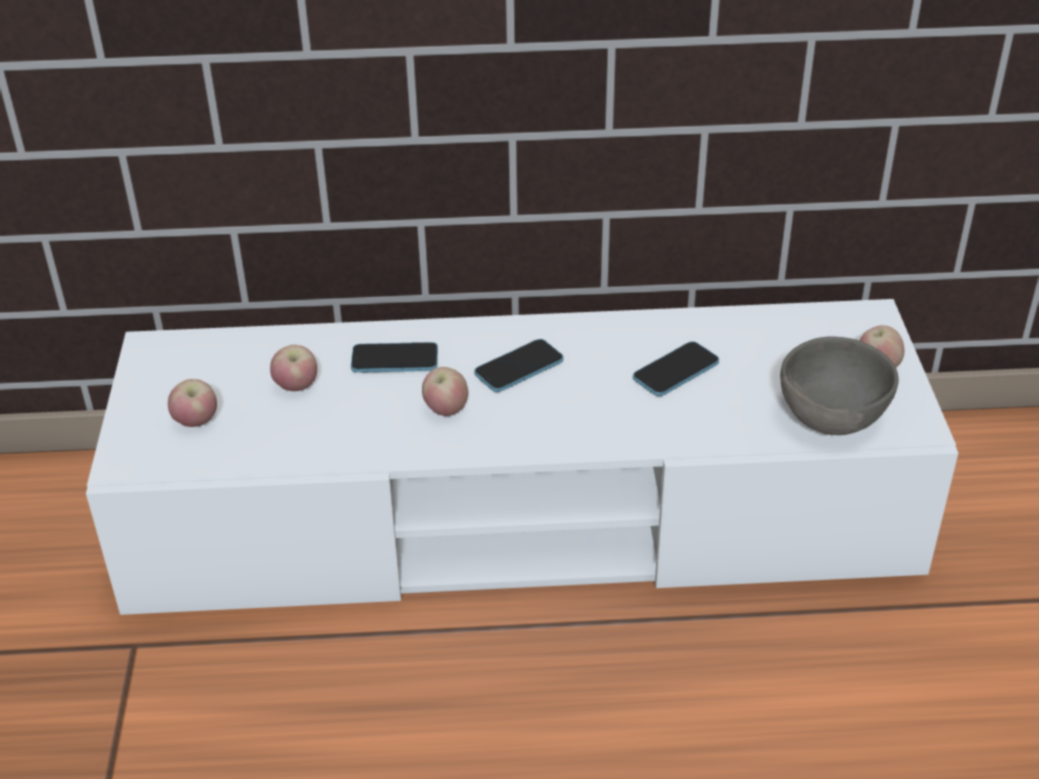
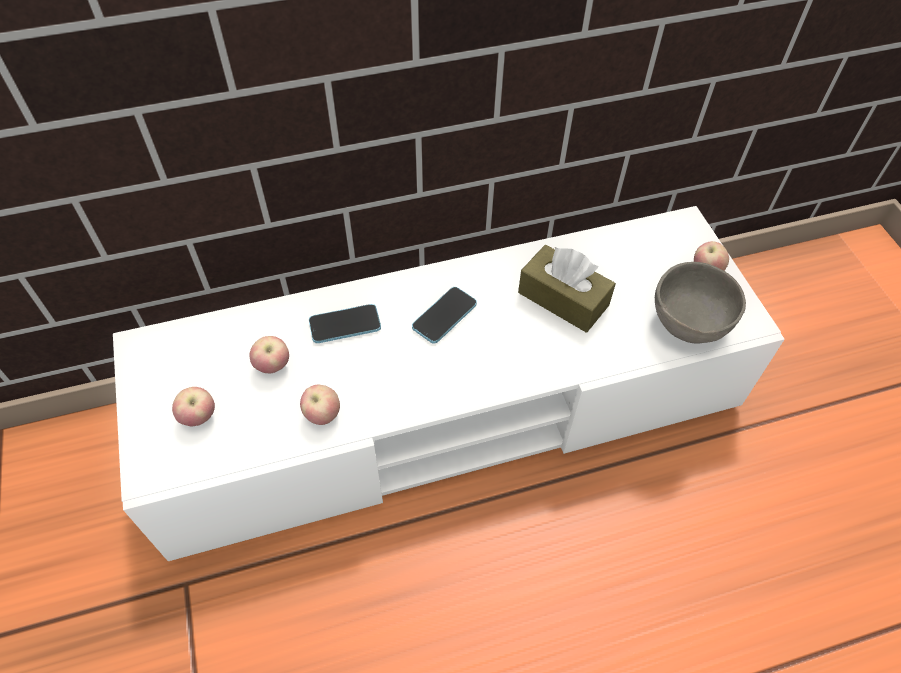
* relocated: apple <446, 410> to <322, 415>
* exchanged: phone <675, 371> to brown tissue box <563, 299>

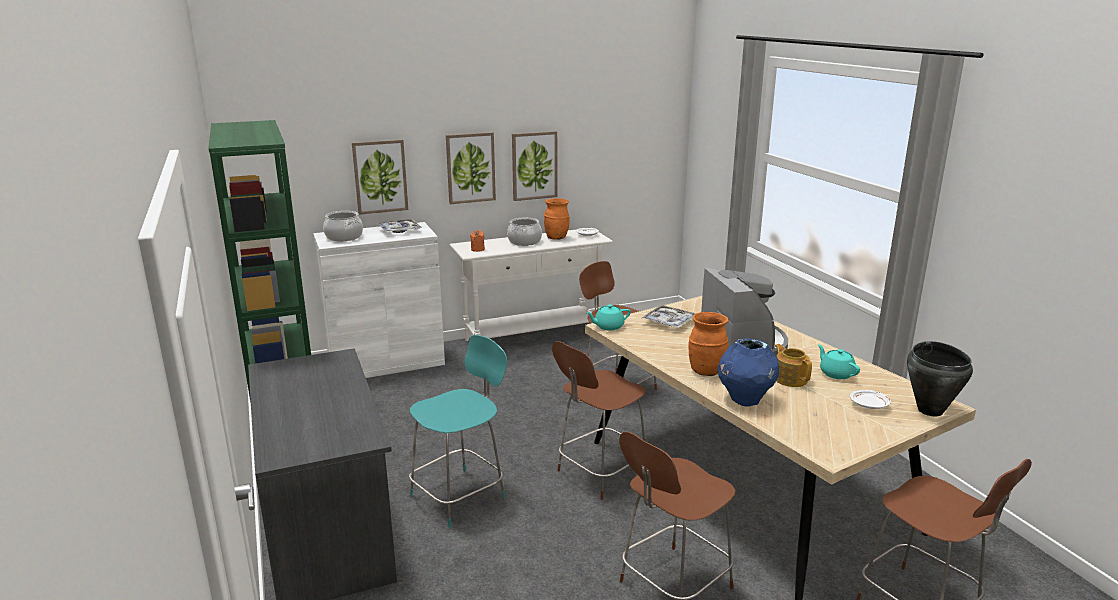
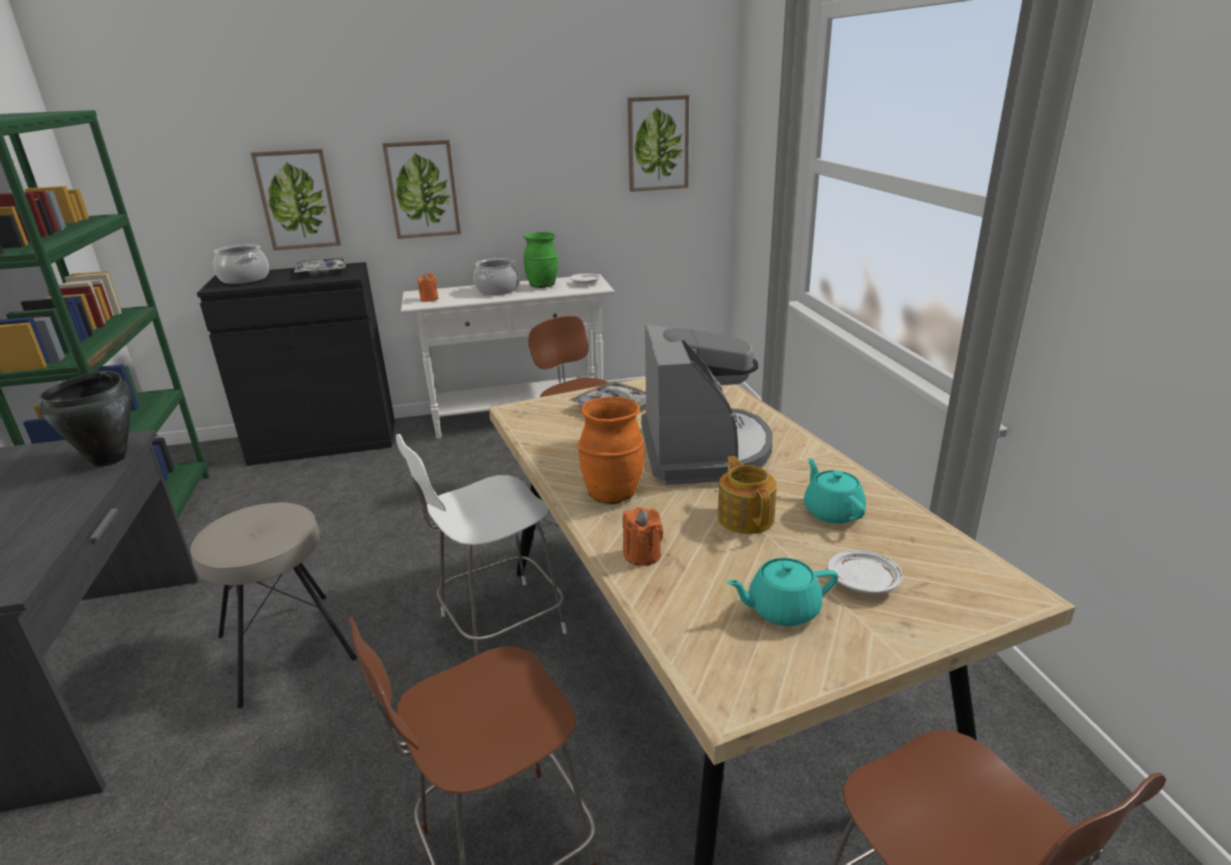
* colour: white cabinet <386, 362> to black cabinet <324, 441>
* exchanged: turquoise chair <460, 495> to beige stool <287, 646>
* relocated: picture <534, 165> to <658, 143>
* colour: orange vase <556, 238> to green vase <543, 286>
* colour: brown chair <600, 473> to white chair <498, 625>
* relocated: turquoise teapot <608, 326> to <781, 609>
* exchanged: blue vase <744, 400> to orange candle <642, 555>
* relocated: black cooking pot <930, 410> to <110, 459>

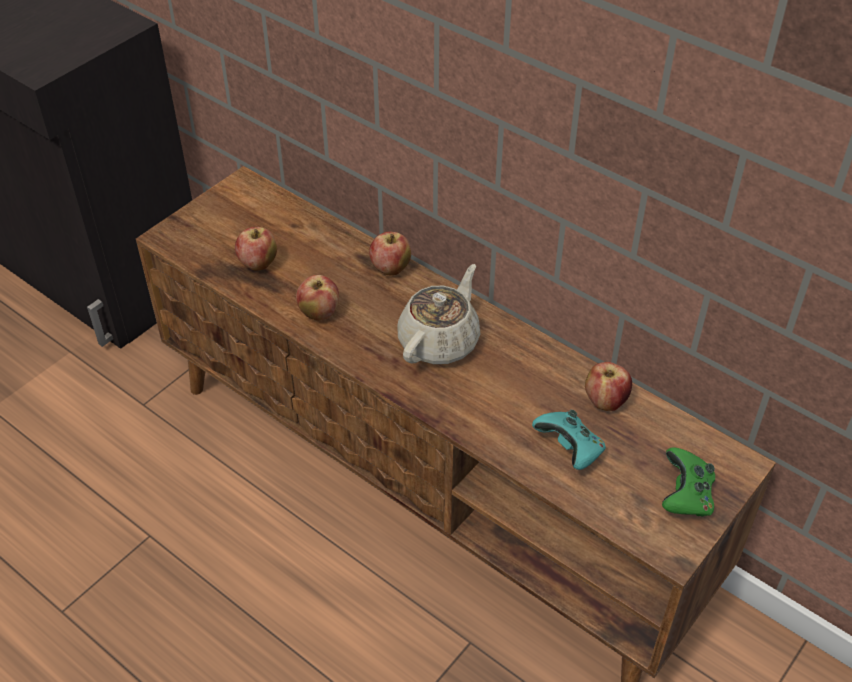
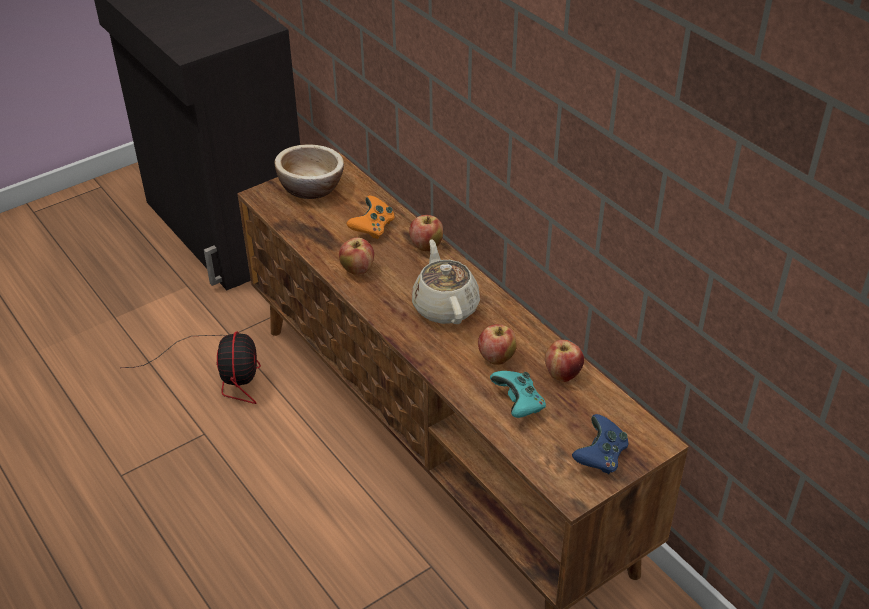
* relocated: apple <258, 264> to <496, 358>
* spun: beige teapot <440, 341> = <445, 306> 60 degrees counterclockwise
* colour: green game controller <685, 497> to blue game controller <600, 457>
* appeared: fan <222, 373>
* appeared: bowl <311, 187>
* appeared: orange game controller <372, 228>

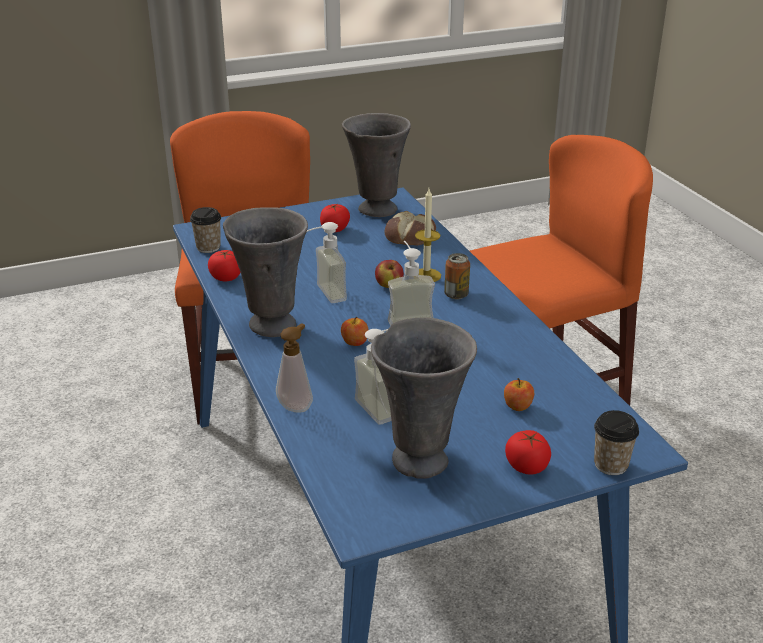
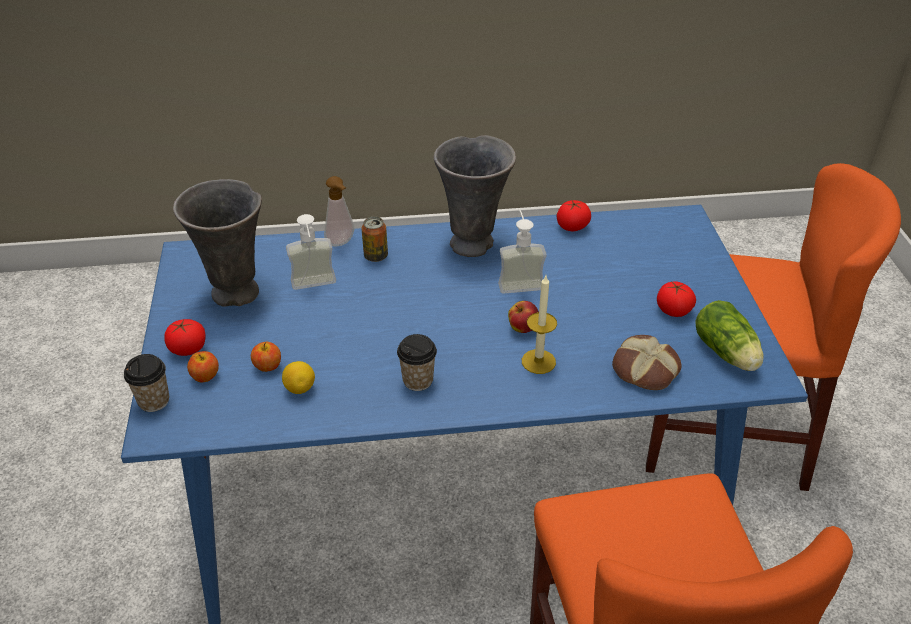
* relocated: cup <208, 247> to <418, 380>
* relocated: apple <354, 342> to <205, 376>
* exchanged: grey vase <376, 210> to lettuce <727, 354>
* missing: soap dispenser <408, 317>
* relocated: can <456, 295> to <375, 256>
* appeared: lemon <300, 388>

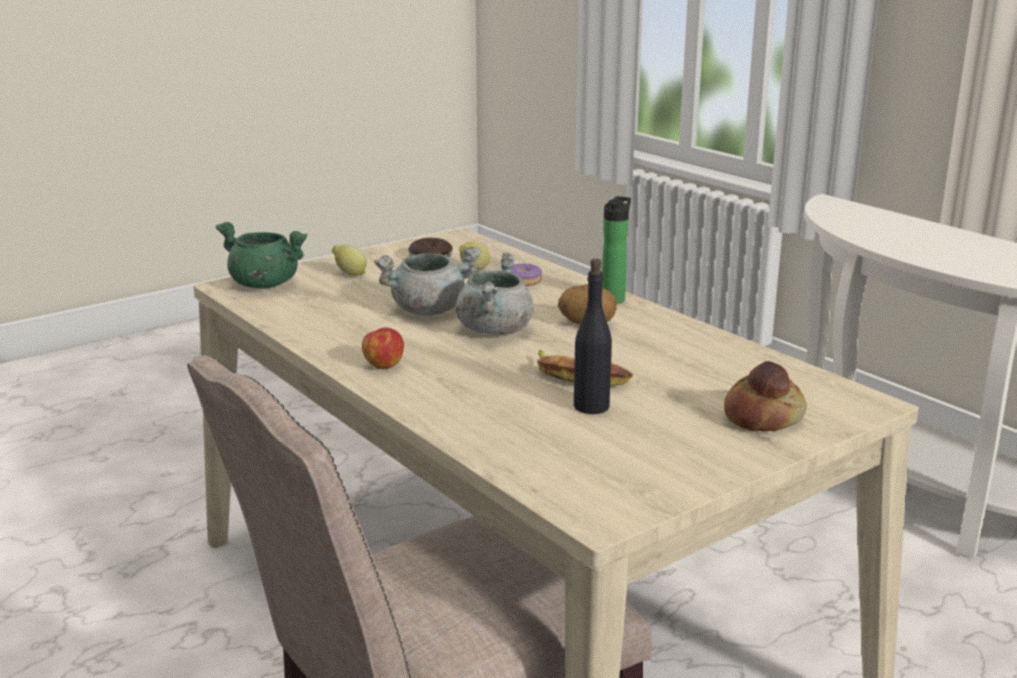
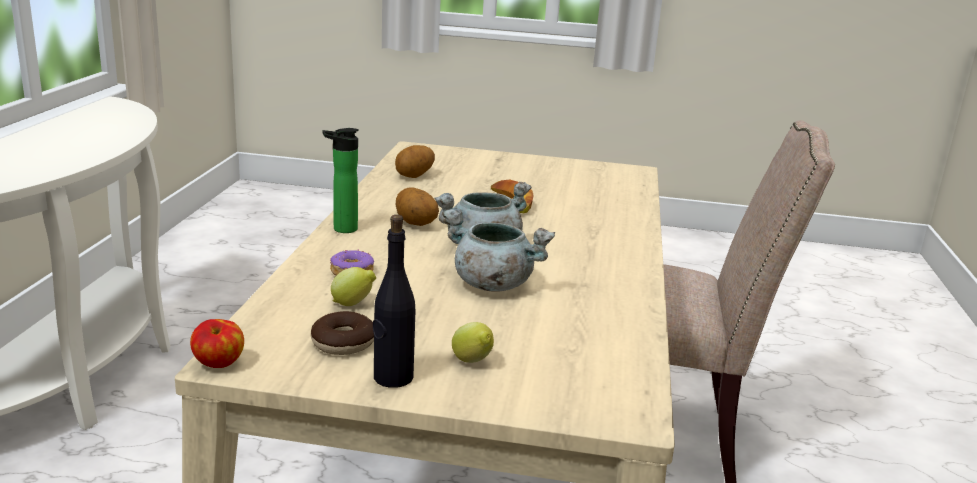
* missing: green cooking pot <263, 284>
* relocated: apple <383, 365> to <218, 364>
* relocated: black bottle <591, 406> to <392, 378>
* missing: bread <764, 417>
* appeared: potato <415, 176>

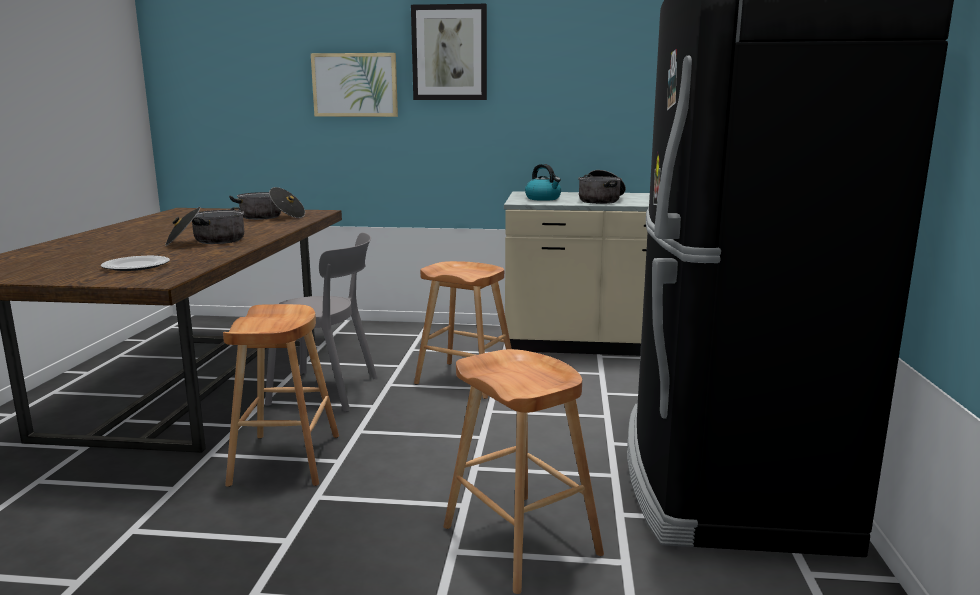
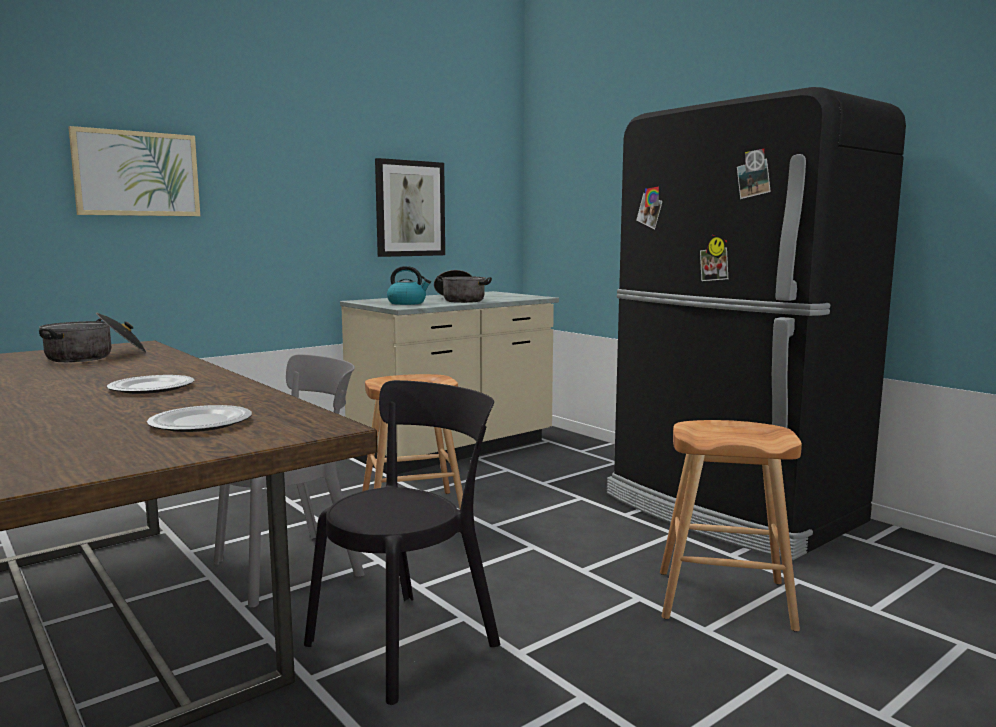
* exchanged: cooking pot <207, 241> to plate <153, 388>
* exchanged: brown stool <286, 459> to black chair <409, 641>
* relocated: picture <449, 53> to <409, 208>

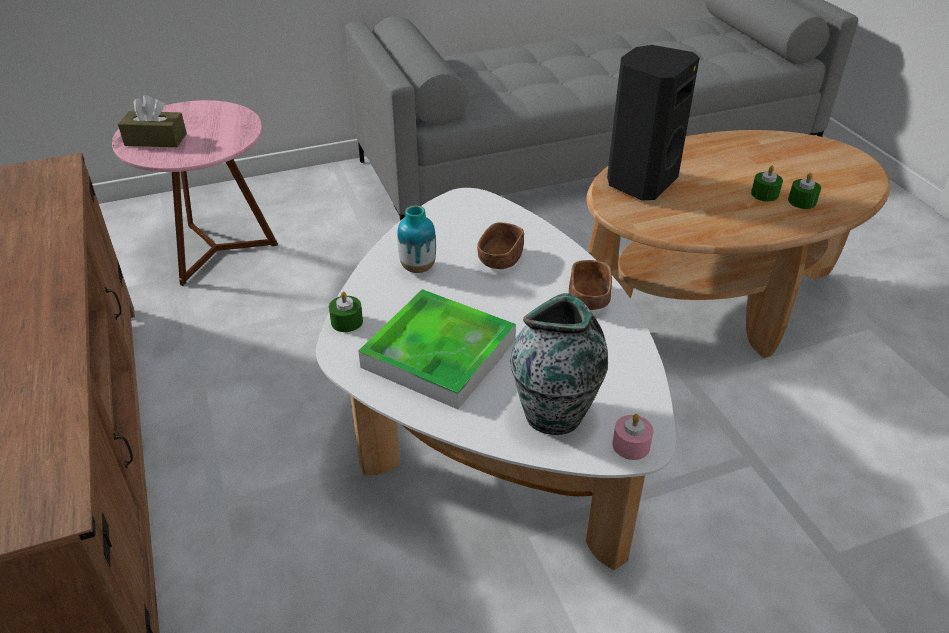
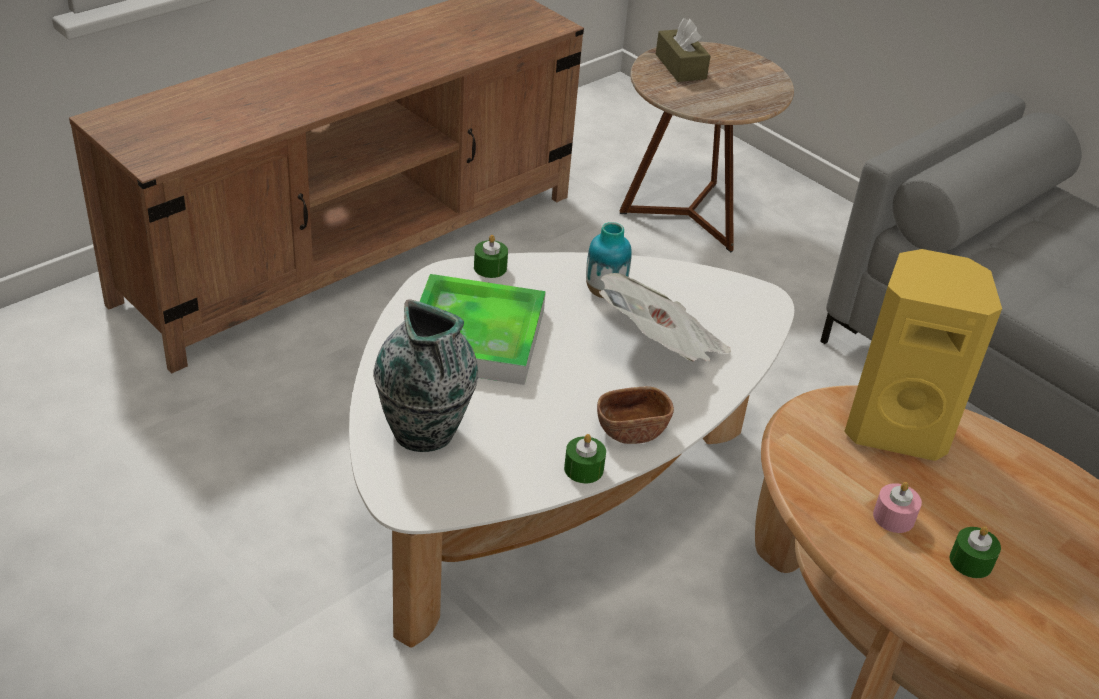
* colour: pink side table <216, 250> to brown side table <689, 215>
* exchanged: brown bowl <500, 259> to newspaper <661, 348>
* colour: black speaker <639, 182> to yellow speaker <896, 427>
* relocated: pink candle <631, 445> to <893, 517>
* relocated: green candle <802, 201> to <583, 469>

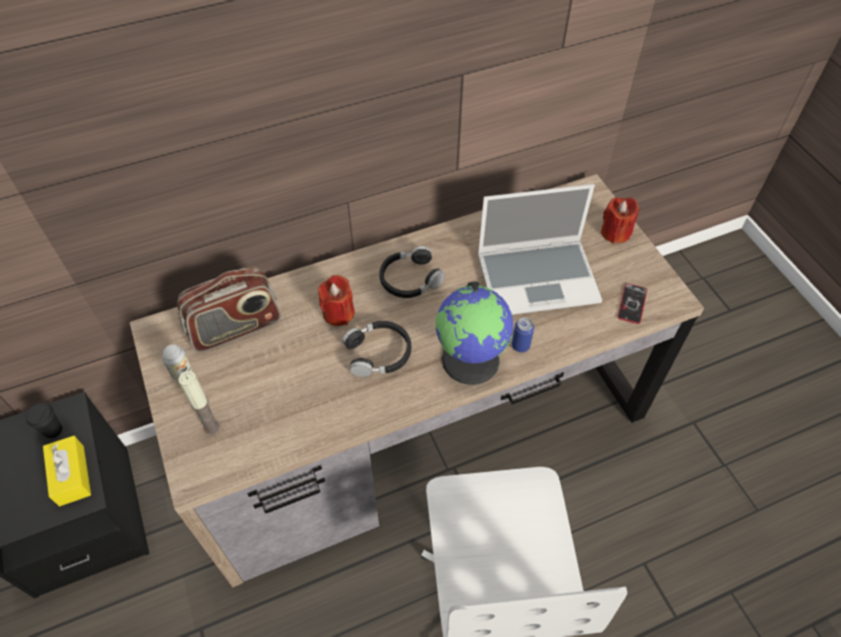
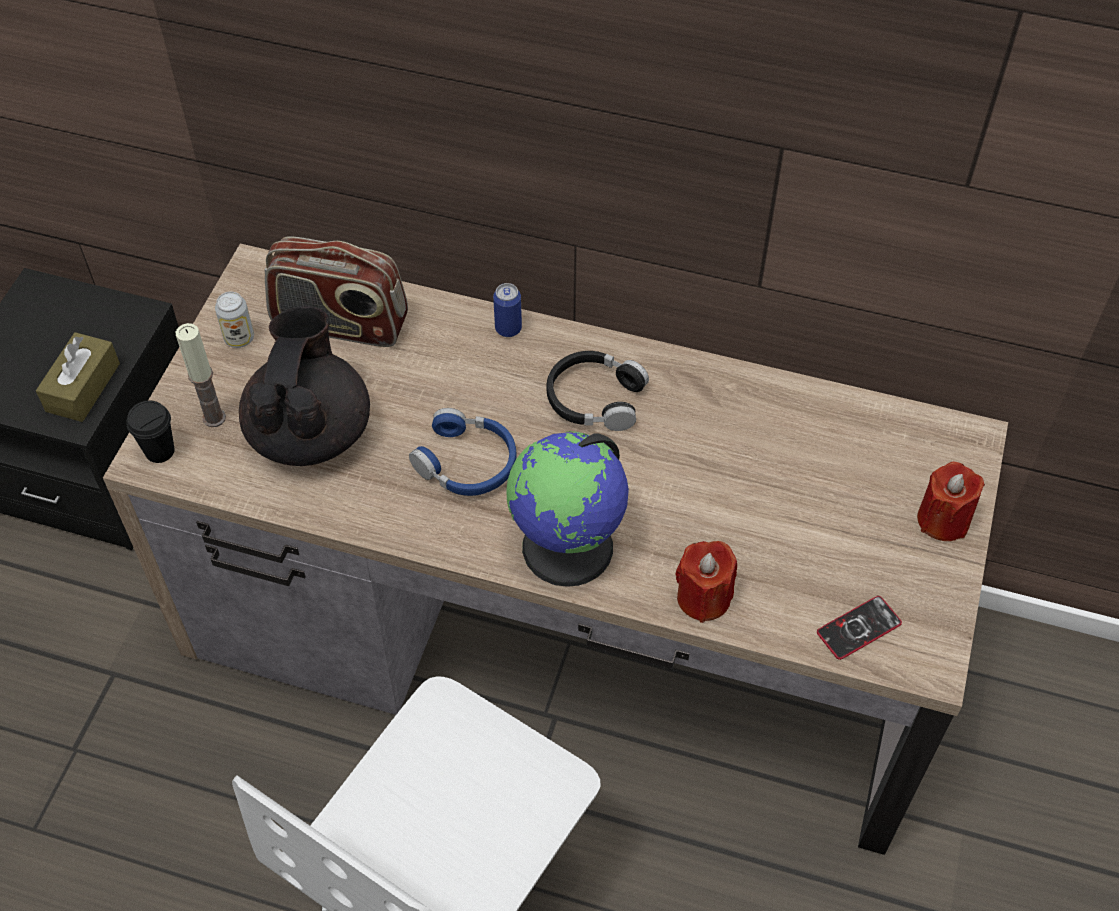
* relocated: black cup <53, 430> to <160, 451>
* colour: yellow tissue box <71, 475> to brown tissue box <83, 387>
* relocated: red candle <338, 313> to <703, 597>
* colour: black headphones <378, 353> to blue headphones <467, 463>
* missing: laptop <538, 277>
* relocated: can <520, 346> to <508, 328>
* appeared: black teapot <310, 431>

